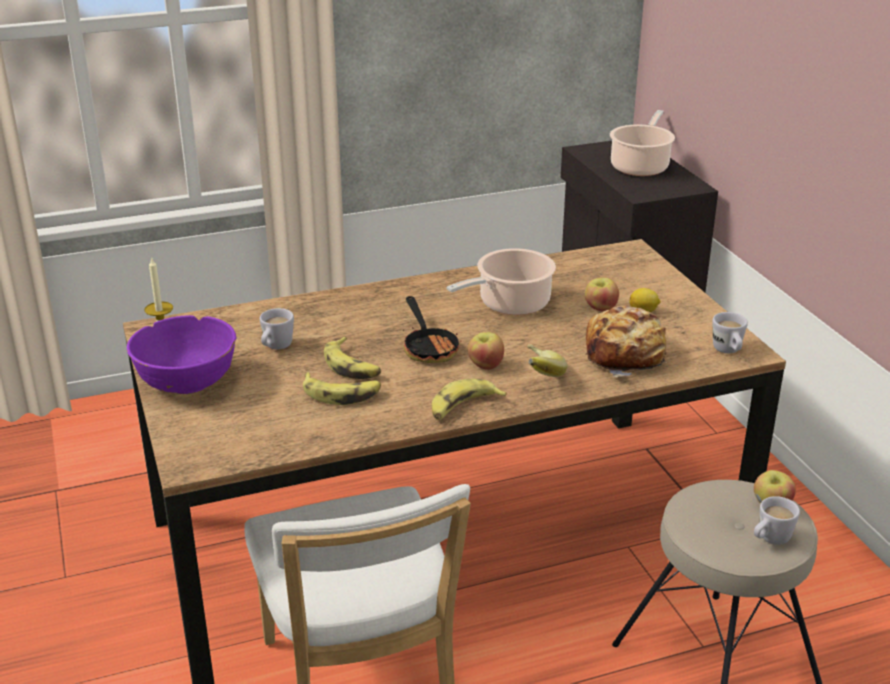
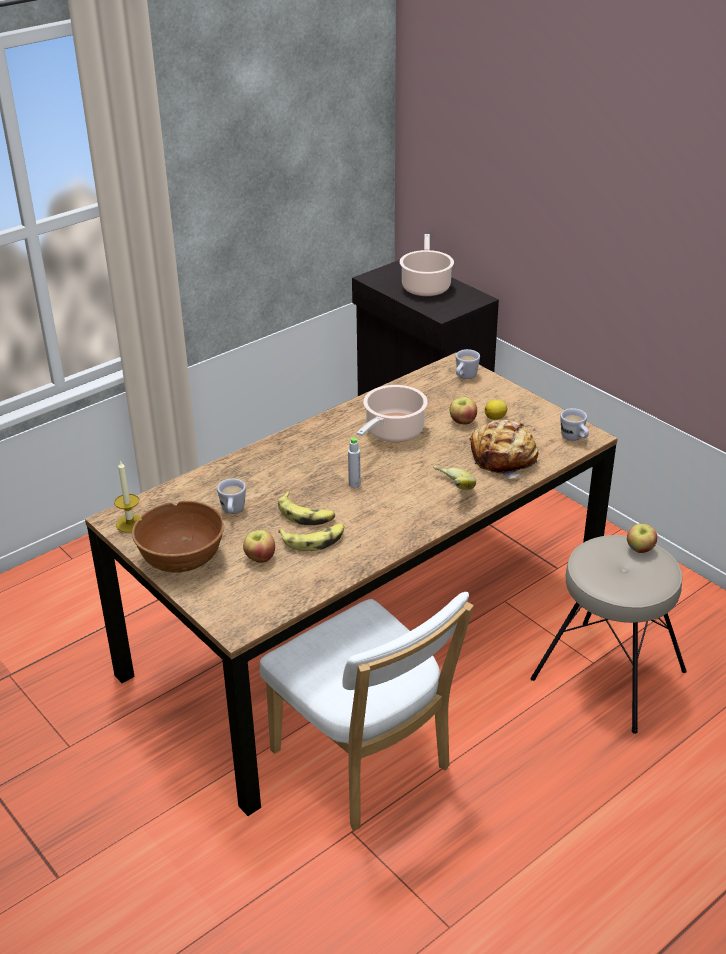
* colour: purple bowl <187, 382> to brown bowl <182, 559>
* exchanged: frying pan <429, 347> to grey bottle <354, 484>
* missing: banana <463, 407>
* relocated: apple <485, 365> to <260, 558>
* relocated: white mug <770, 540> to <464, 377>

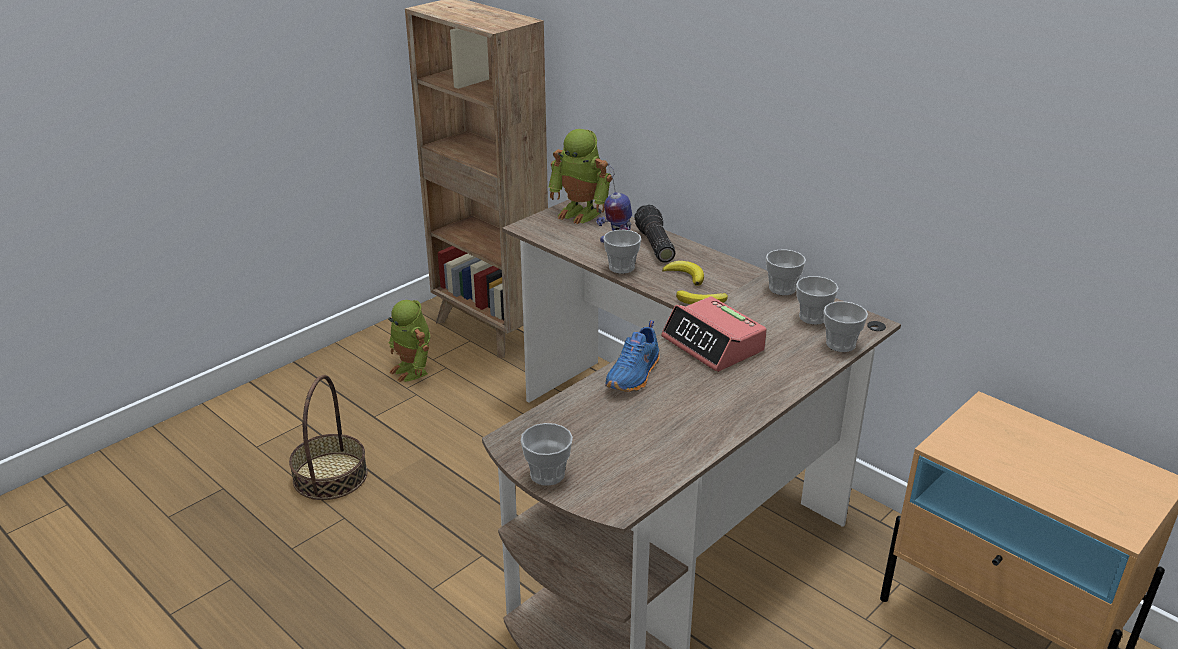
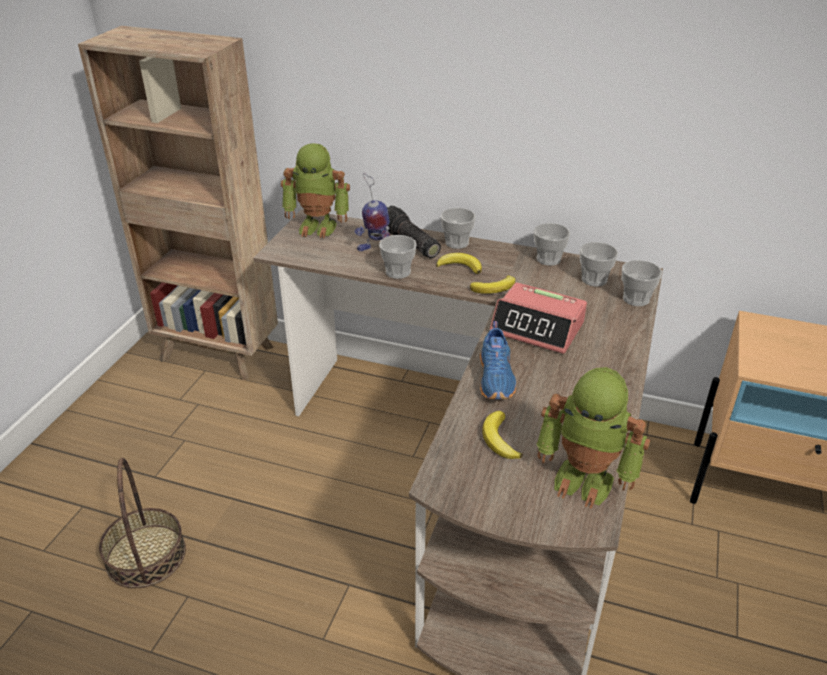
* relocated: toy robot <413, 370> to <585, 478>
* relocated: cup <547, 474> to <457, 243>
* appeared: banana <499, 439>

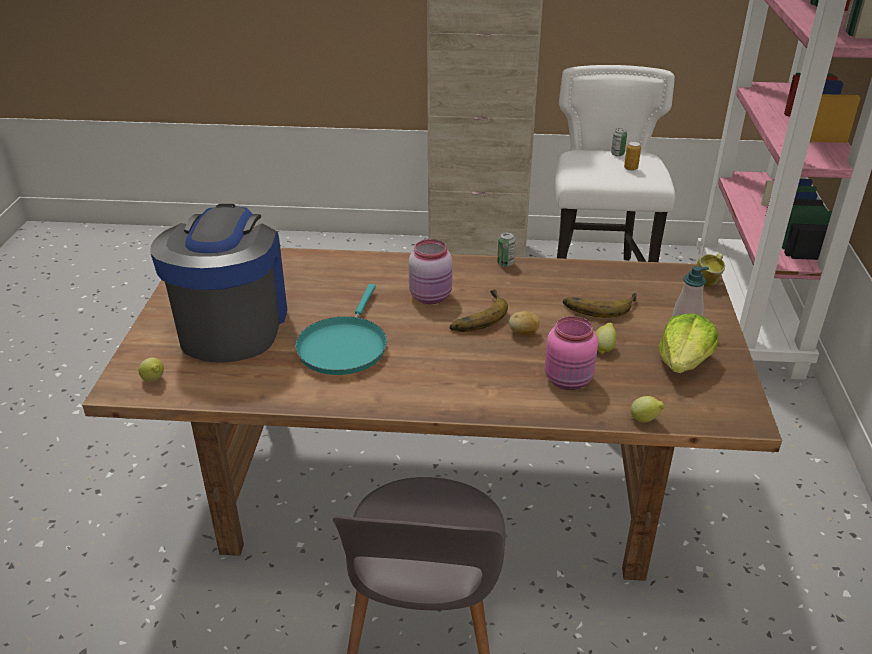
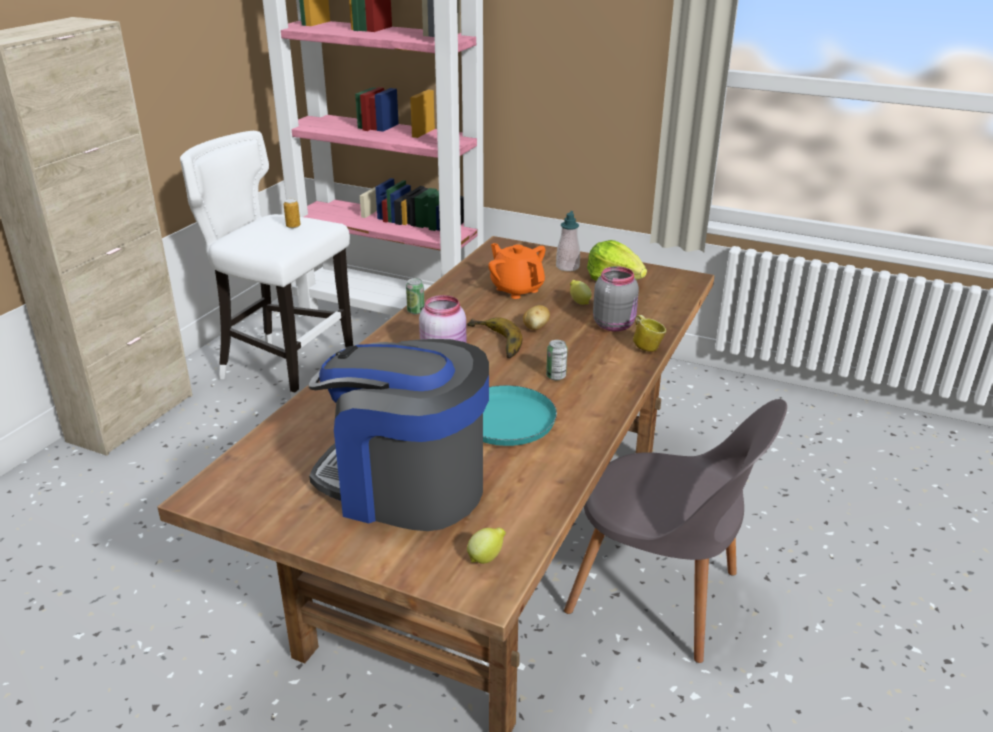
* colour: pink jar <569, 380> to grey jar <614, 325>
* exchanged: banana <598, 305> to orange teapot <516, 289>
* relocated: can <617, 154> to <556, 376>
* missing: lemon <645, 420>
* relocated: mug <708, 282> to <646, 346>

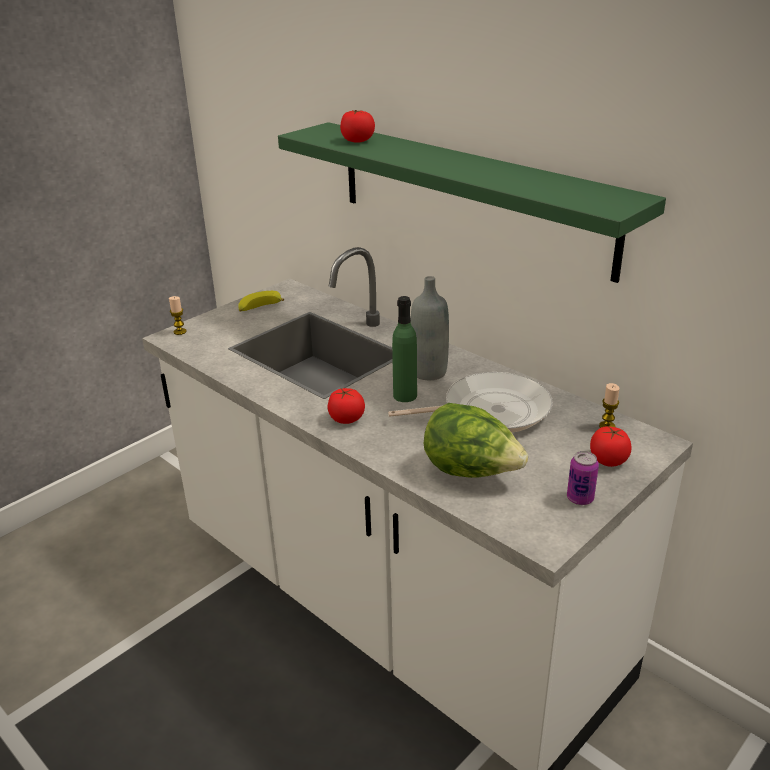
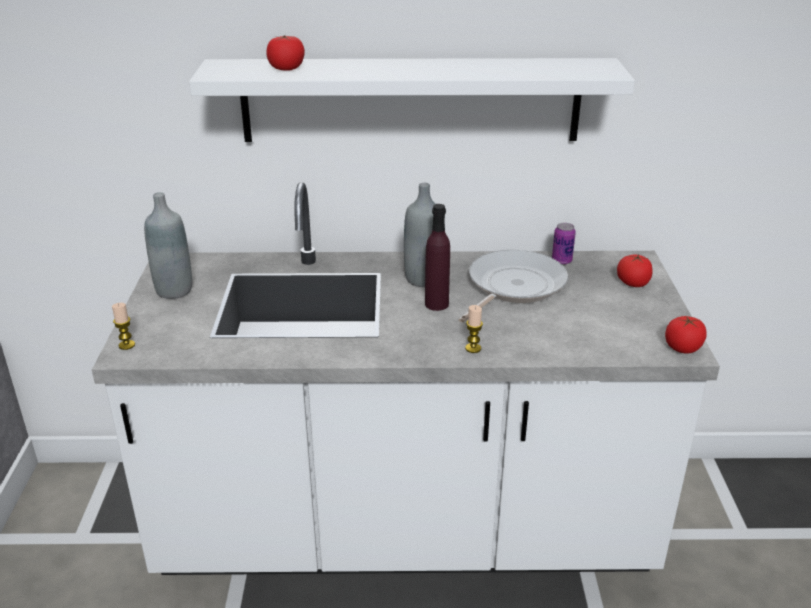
* exchanged: banana <259, 308> to grey bottle <174, 290>
* colour: green shelf <470, 196> to white shelf <411, 100>
* relocated: tomato <346, 419> to <683, 348>
* colour: green bottle <405, 395> to purple bottle <436, 304>
* missing: lettuce <471, 472>
* relocated: can <580, 498> to <561, 261>
* relocated: candle <607, 426> to <473, 348>

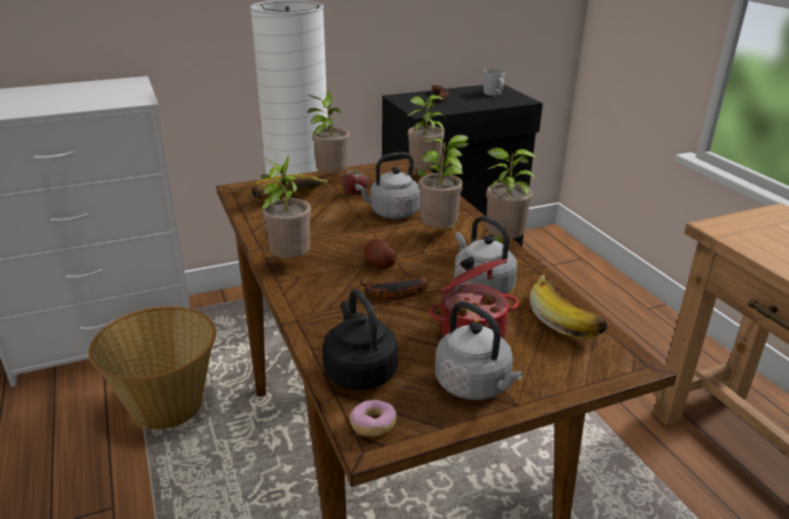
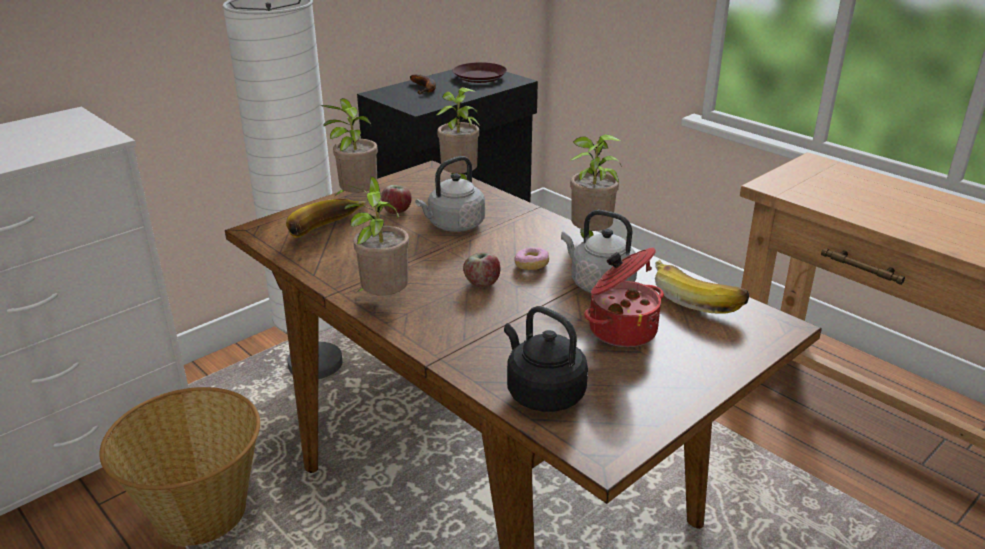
* relocated: donut <373, 426> to <531, 266>
* missing: banana <391, 294>
* exchanged: potato <379, 264> to apple <482, 283>
* missing: potted plant <440, 233>
* missing: grey kettle <475, 385>
* exchanged: white mug <494, 94> to brown plate <480, 77>

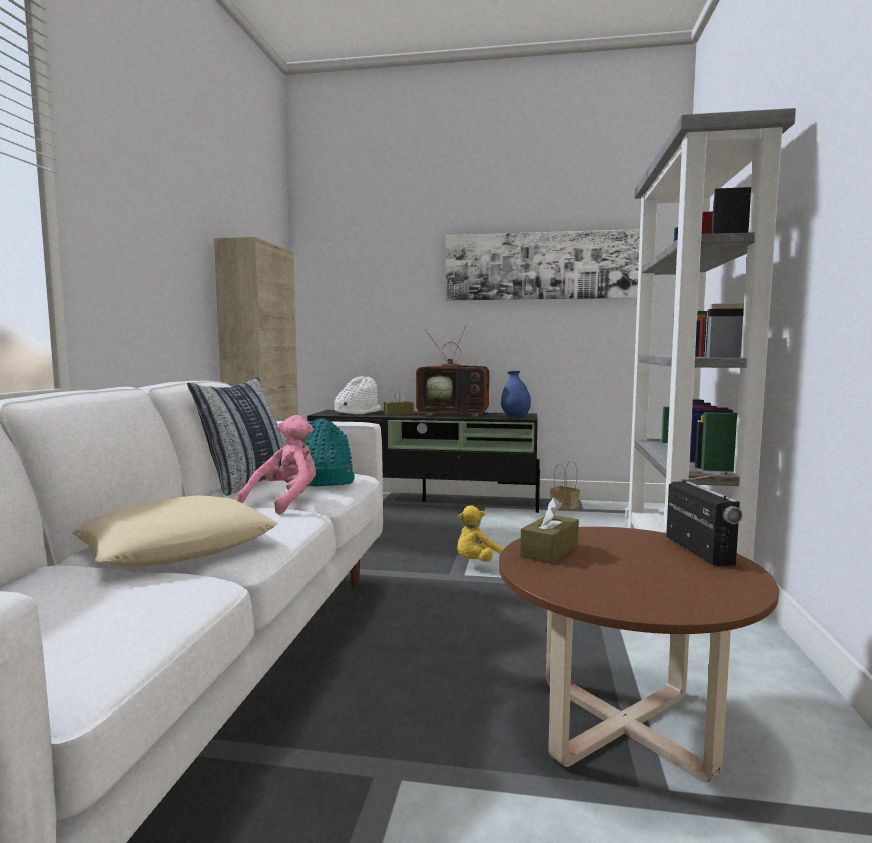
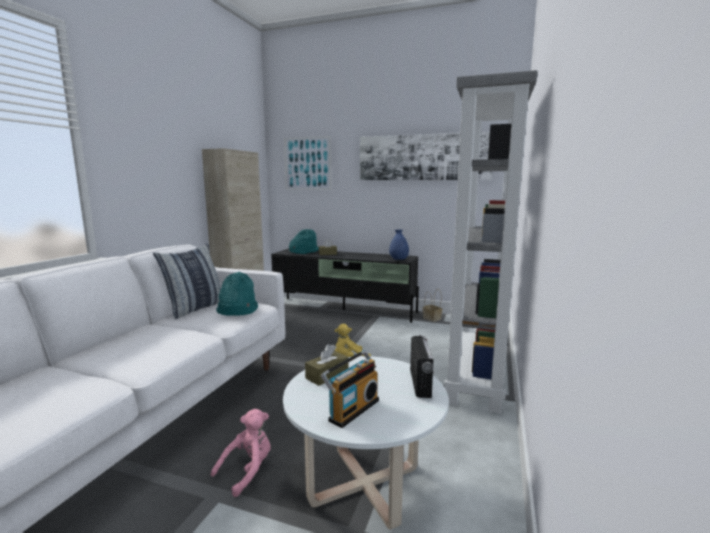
* missing: beige pillow <177, 547>
* relocated: pink plush toy <286, 501> to <247, 470>
* colour: white hat <357, 412> to turquoise hat <304, 252>
* missing: television <456, 415>
* colour: brown coffee table <622, 726> to white coffee table <364, 484>
* appeared: picture <307, 163>
* appeared: radio <352, 409>

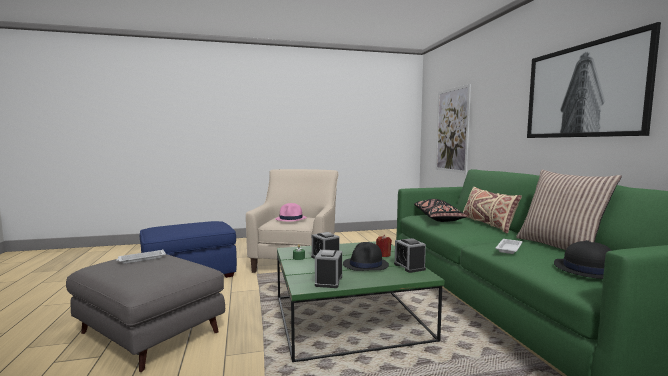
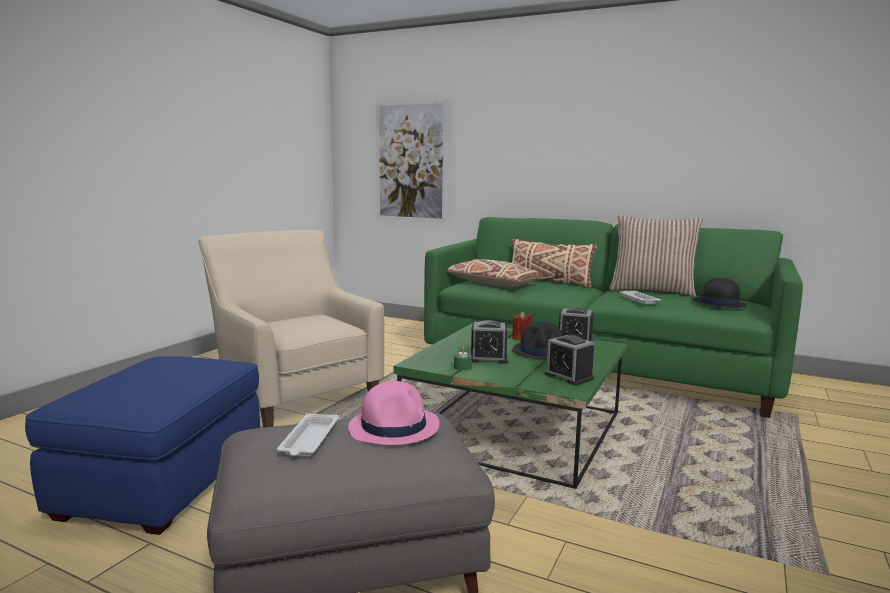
* relocated: pink hat <291, 219> to <394, 427>
* colour: black pillow <437, 218> to beige pillow <492, 284>
* missing: picture <582, 91>

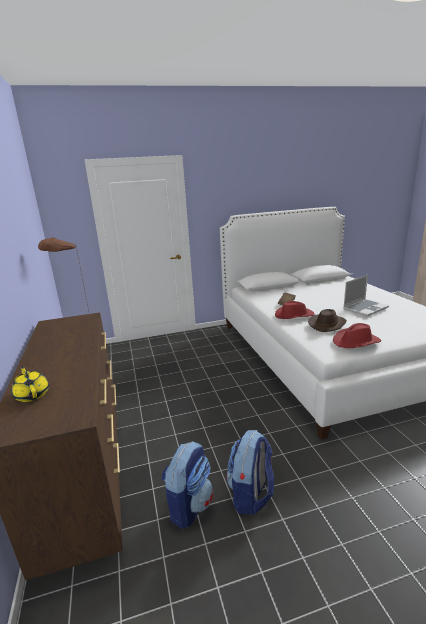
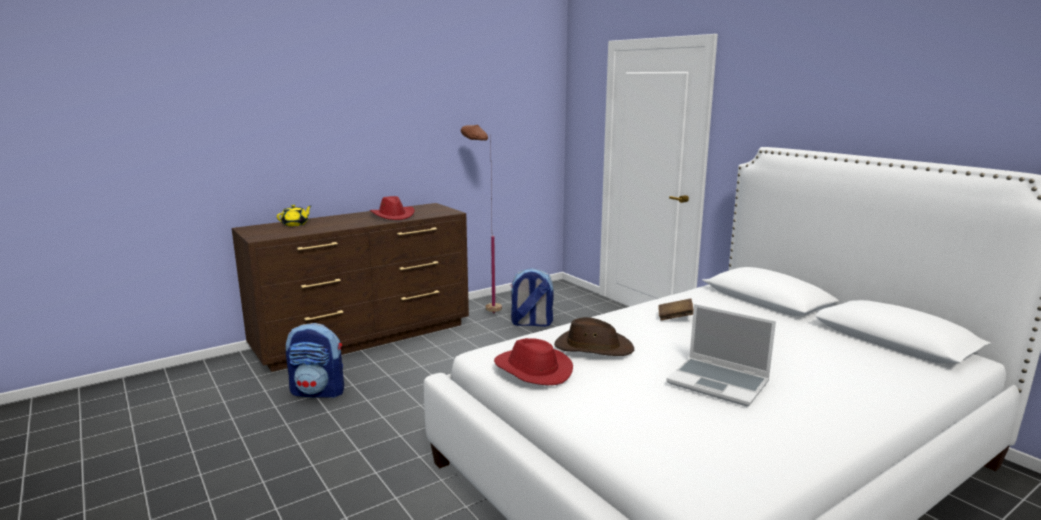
* relocated: backpack <251, 495> to <531, 323>
* relocated: red hat <294, 315> to <393, 216>

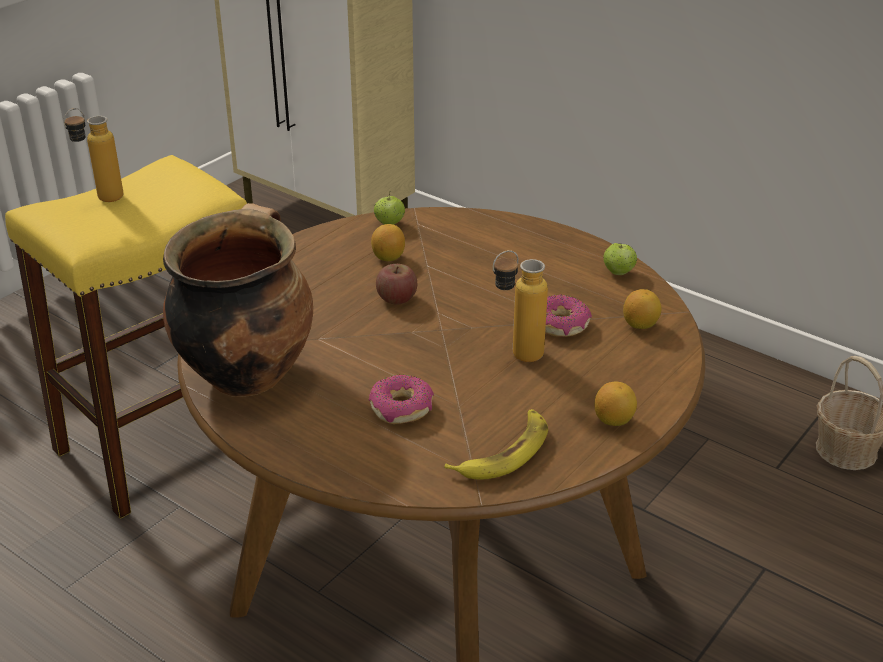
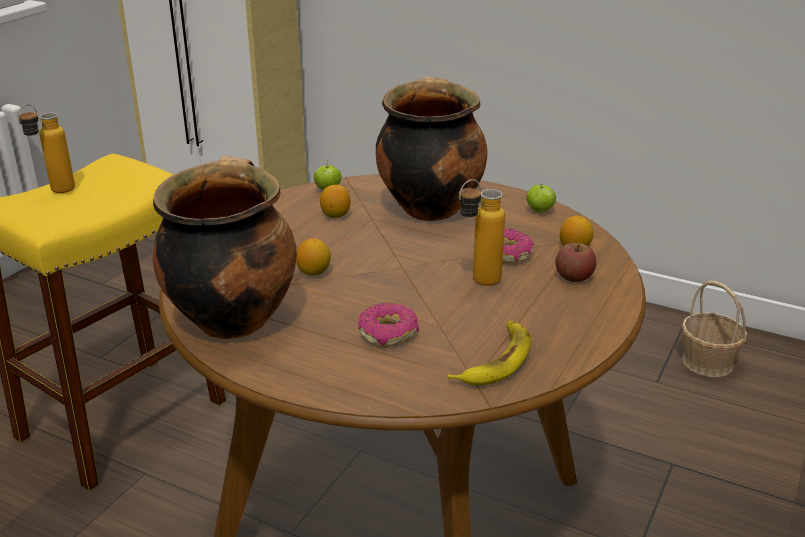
* relocated: apple <397, 299> to <574, 277>
* relocated: lemon <613, 420> to <314, 272>
* appeared: cooking pot <429, 207>

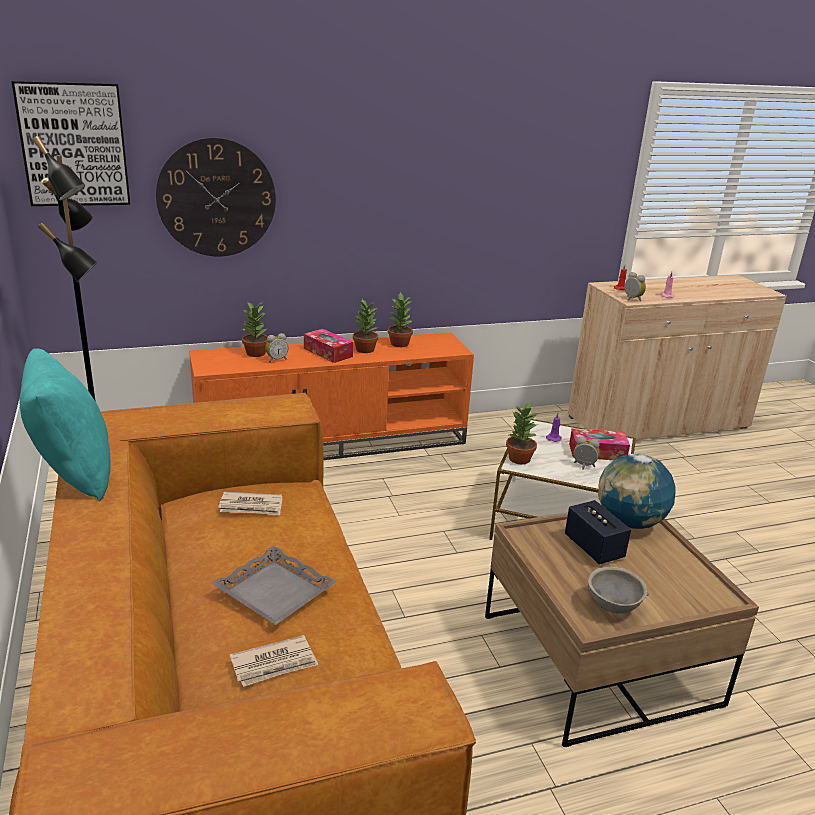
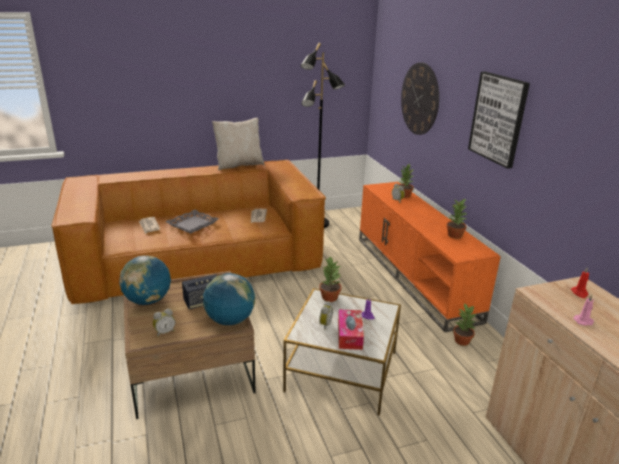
* relocated: picture <74, 144> to <498, 118>
* colour: turquoise pillow <73, 473> to beige pillow <239, 165>
* missing: tissue box <328, 352>
* relocated: potted plant <364, 349> to <462, 341>
* exchanged: grey bowl <613, 607> to globe <148, 300>
* relocated: alarm clock <631, 299> to <164, 332>

